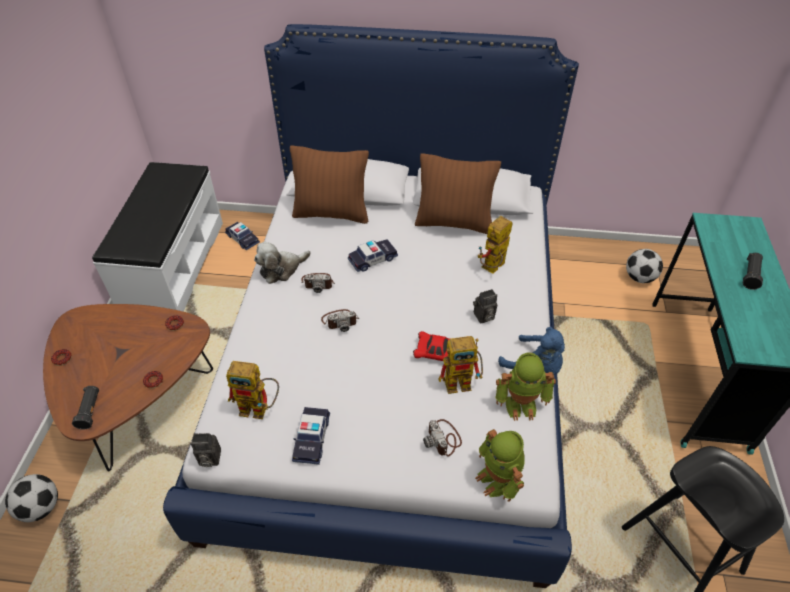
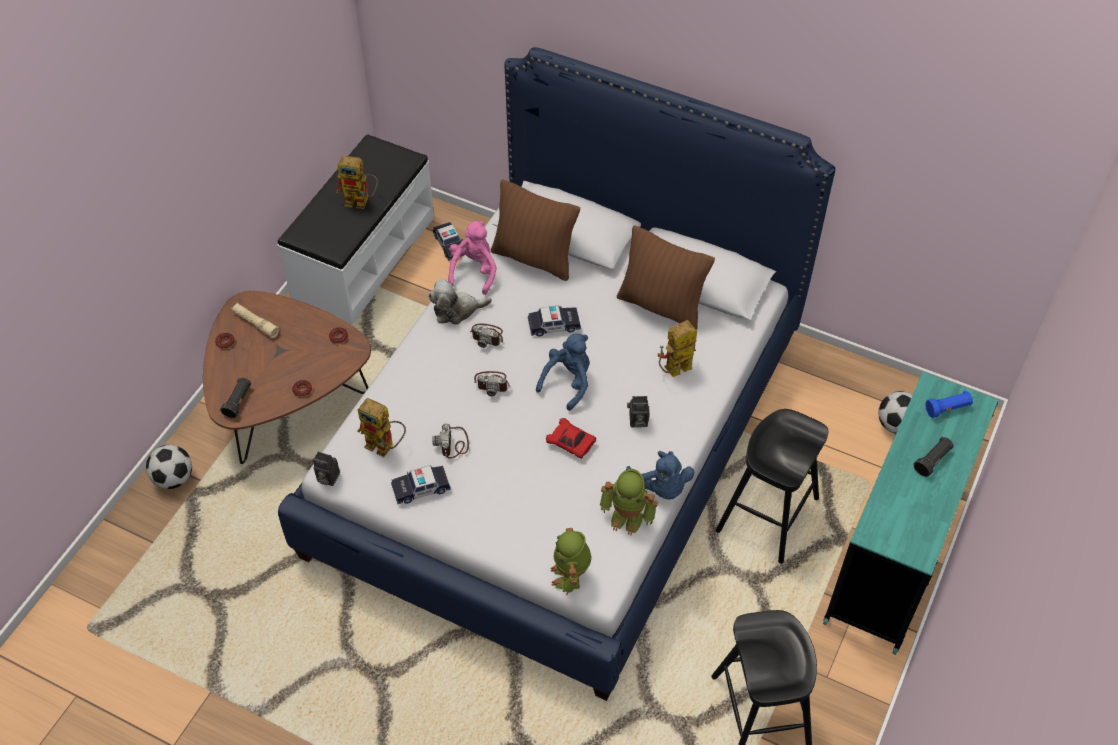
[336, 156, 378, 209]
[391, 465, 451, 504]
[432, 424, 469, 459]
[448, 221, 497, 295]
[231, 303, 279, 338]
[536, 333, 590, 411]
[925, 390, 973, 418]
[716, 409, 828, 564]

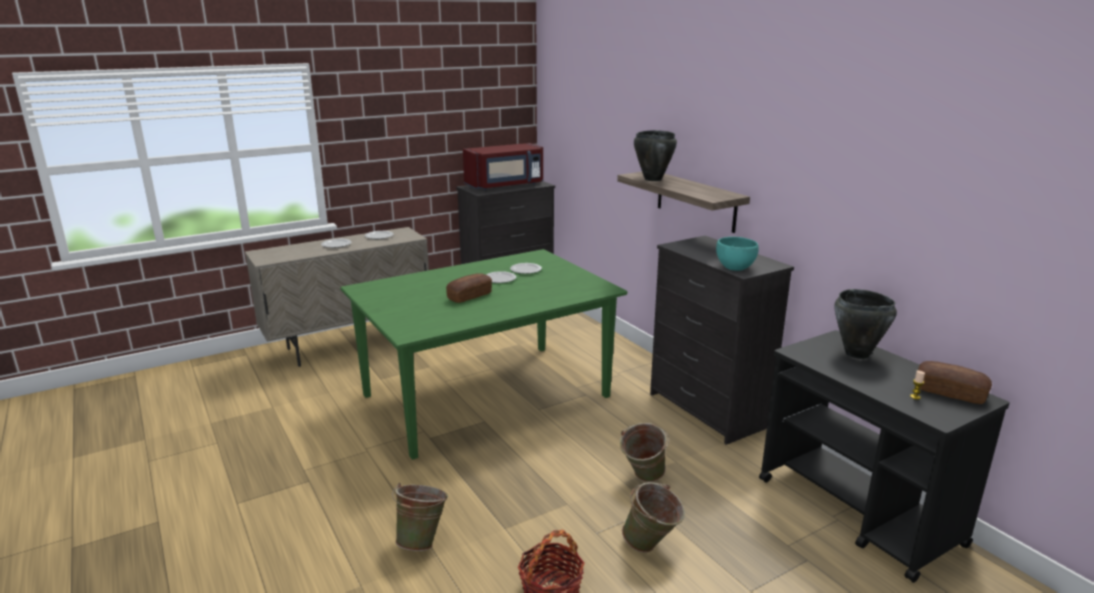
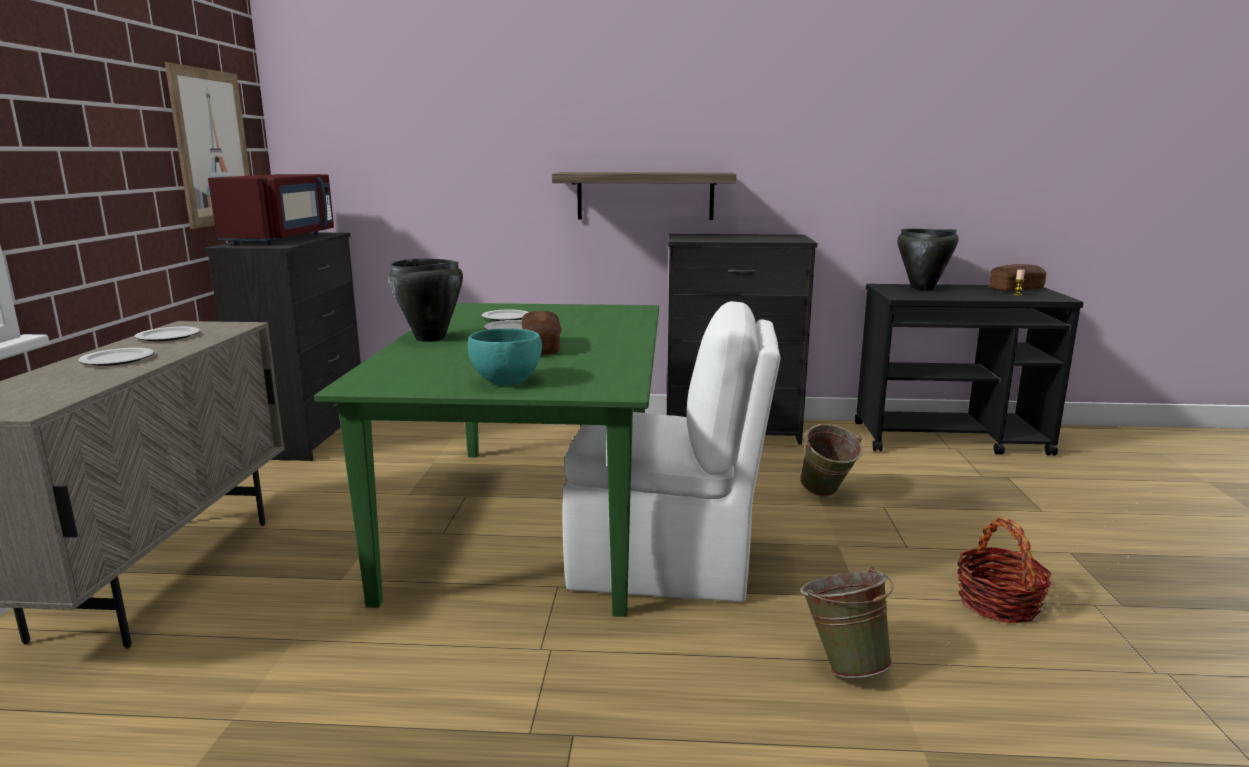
[388, 259, 463, 342]
[468, 329, 542, 385]
[622, 482, 685, 553] (first image)
[165, 62, 250, 229]
[563, 301, 781, 602]

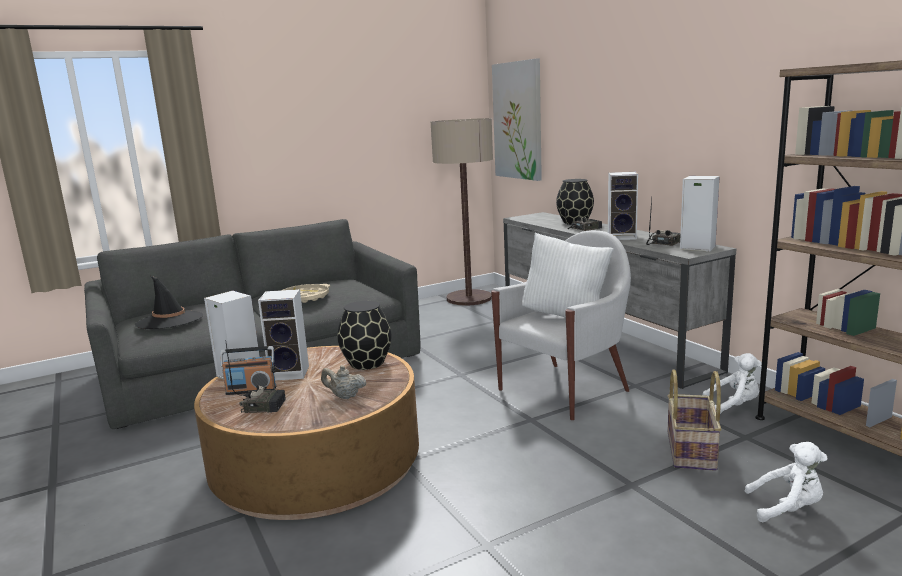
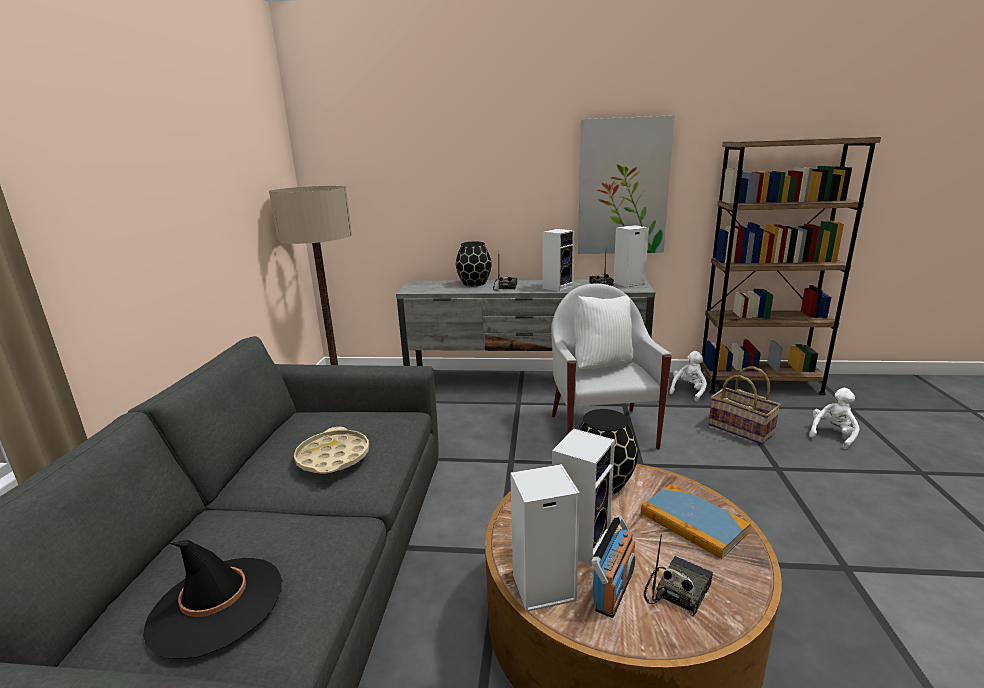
[578, 115, 675, 254]
[641, 484, 751, 559]

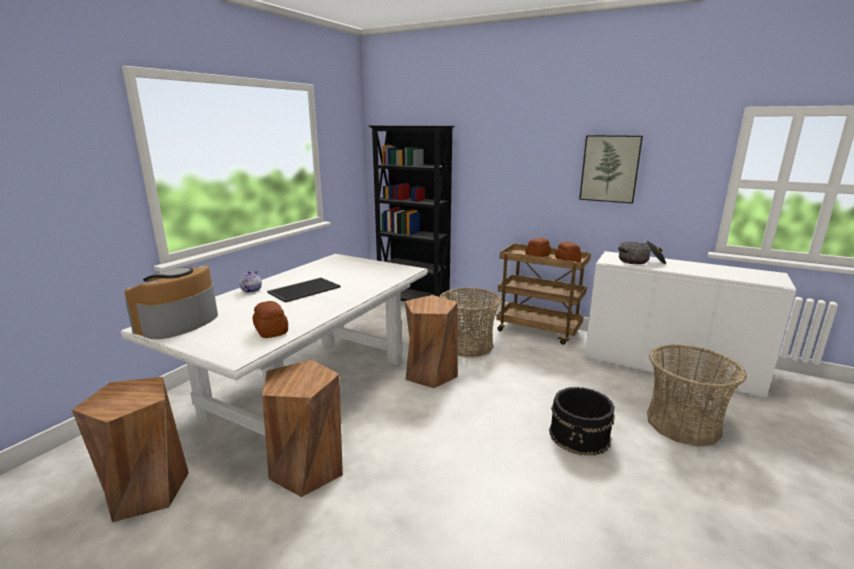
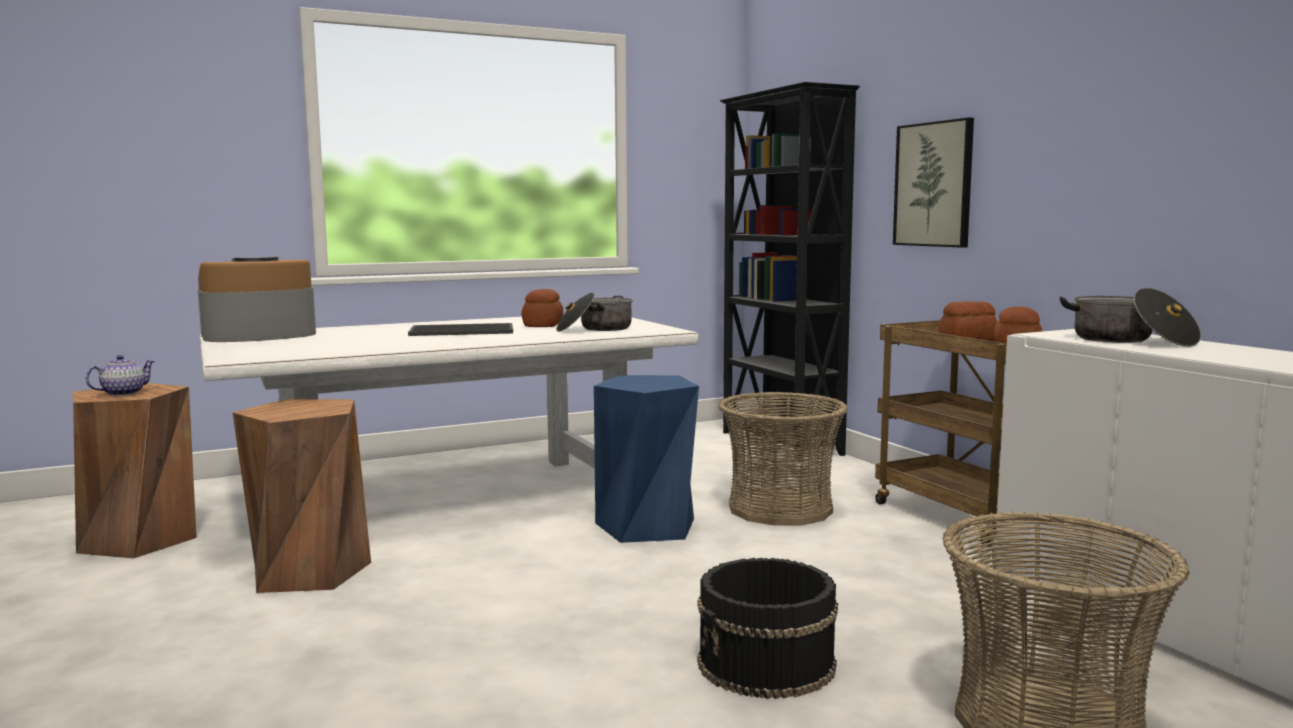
[893, 117, 974, 248]
[85, 355, 155, 396]
[594, 375, 699, 543]
[522, 289, 563, 327]
[556, 292, 633, 332]

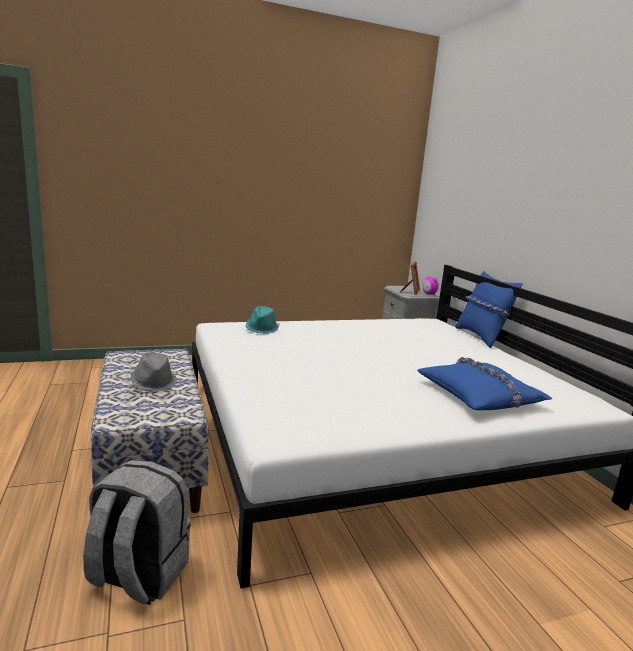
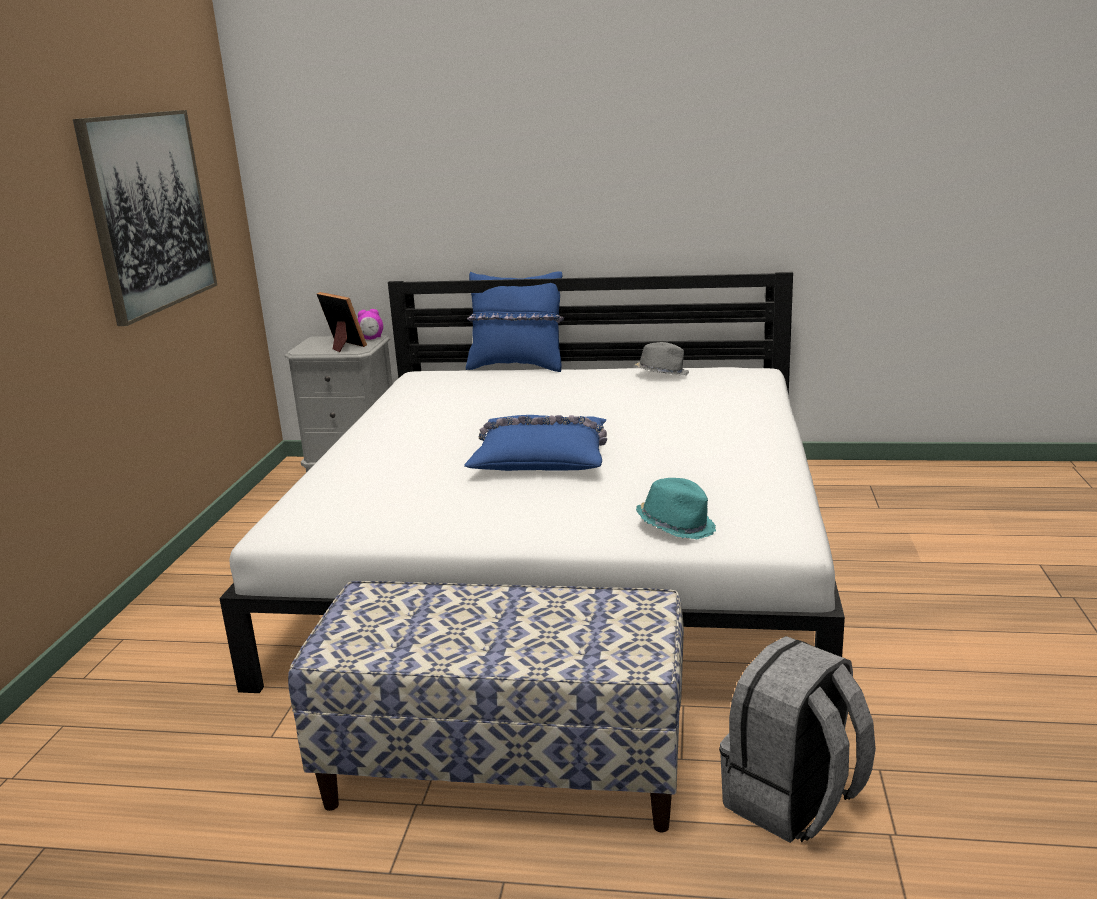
[636, 478, 716, 539]
[635, 342, 689, 376]
[464, 415, 607, 471]
[73, 110, 217, 326]

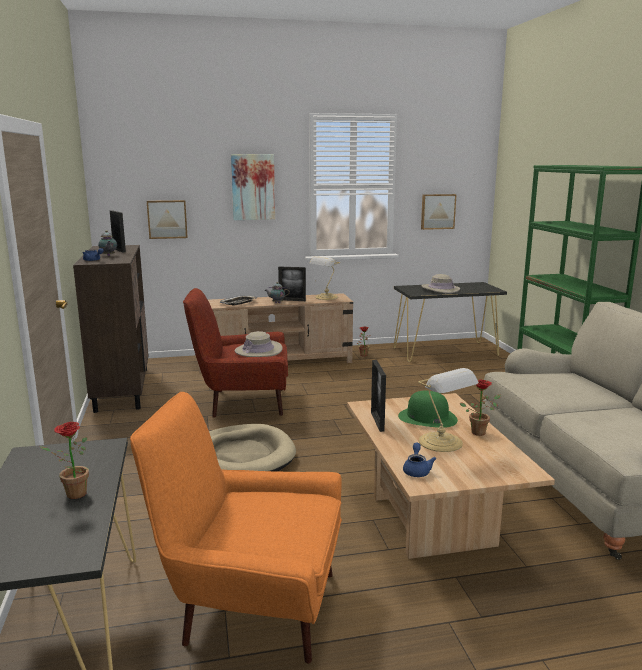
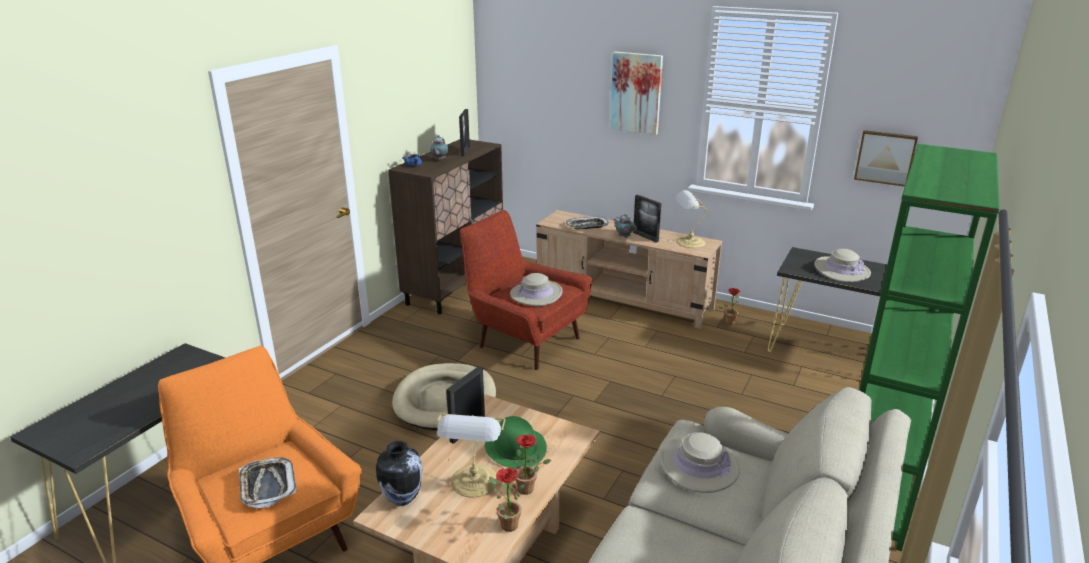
[147, 200, 188, 239] (first image)
[489, 468, 525, 532]
[376, 441, 423, 506]
[659, 432, 740, 493]
[239, 457, 296, 508]

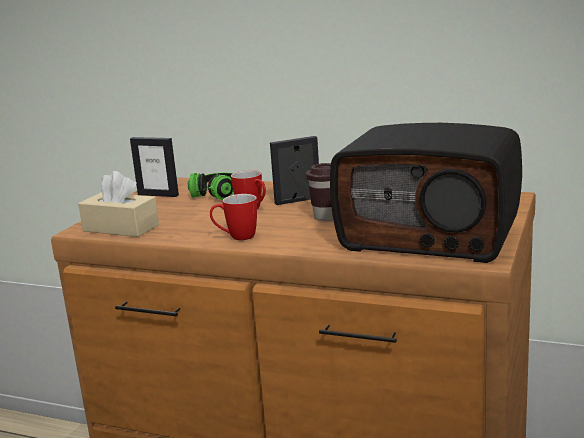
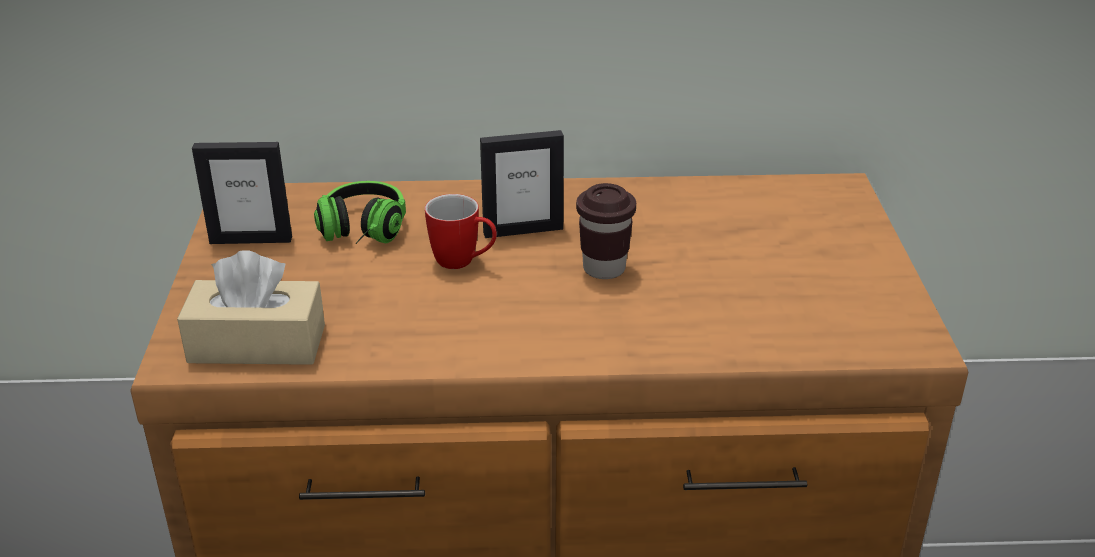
[330, 123, 522, 263] (first image)
[480, 130, 564, 238]
[210, 194, 257, 240] (first image)

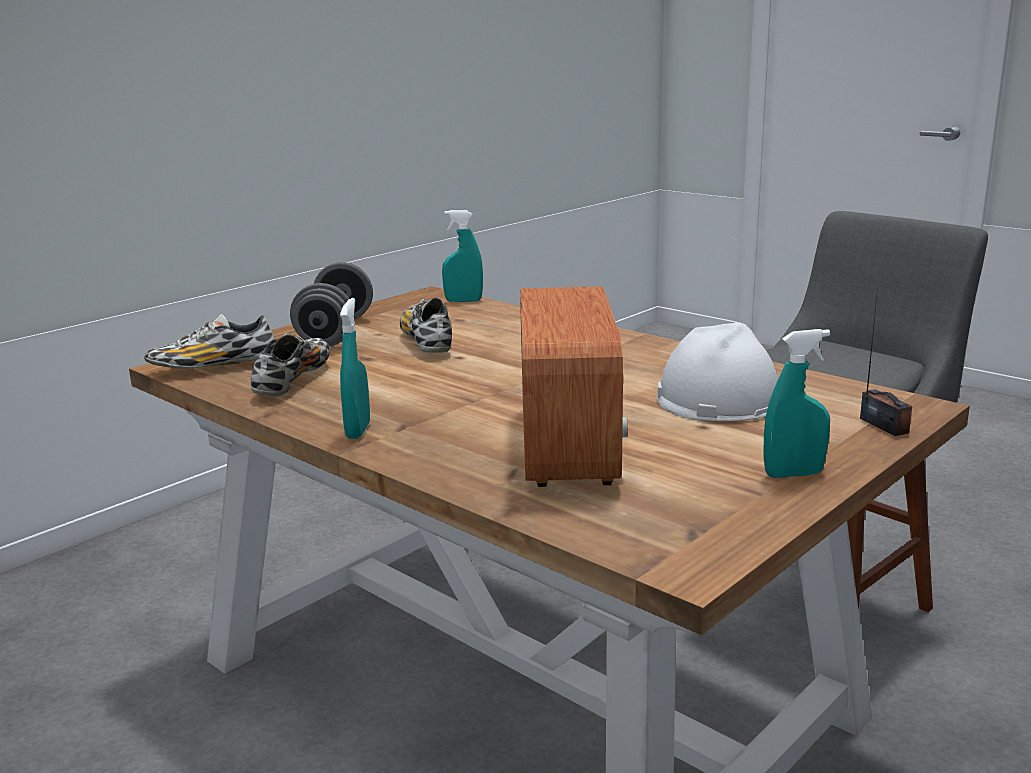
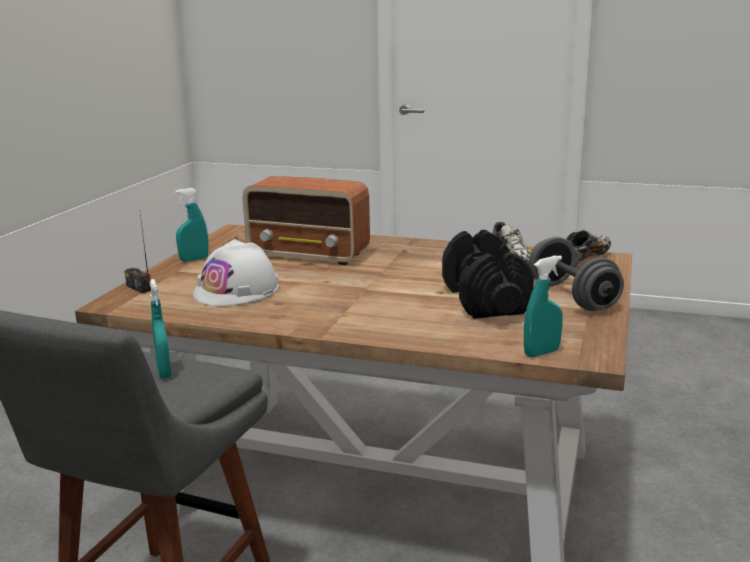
[243, 176, 370, 265]
[150, 279, 172, 379]
[442, 230, 534, 319]

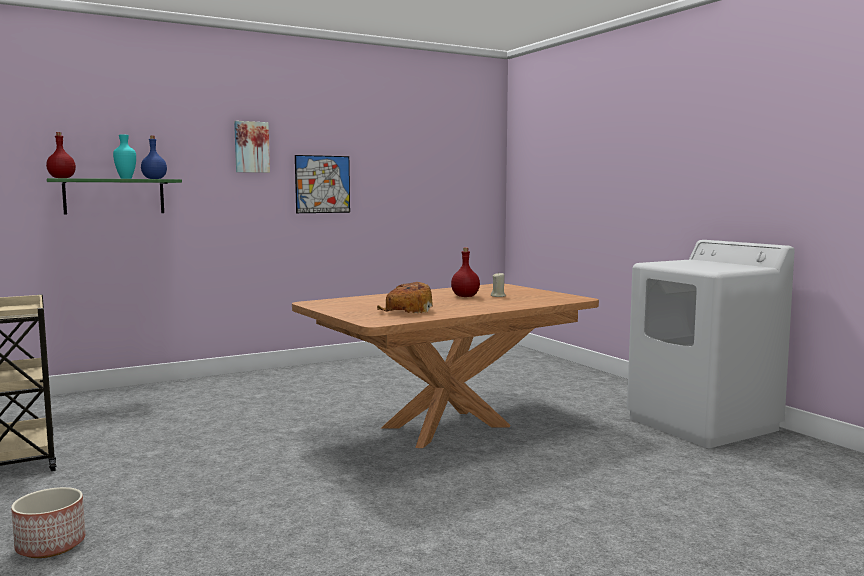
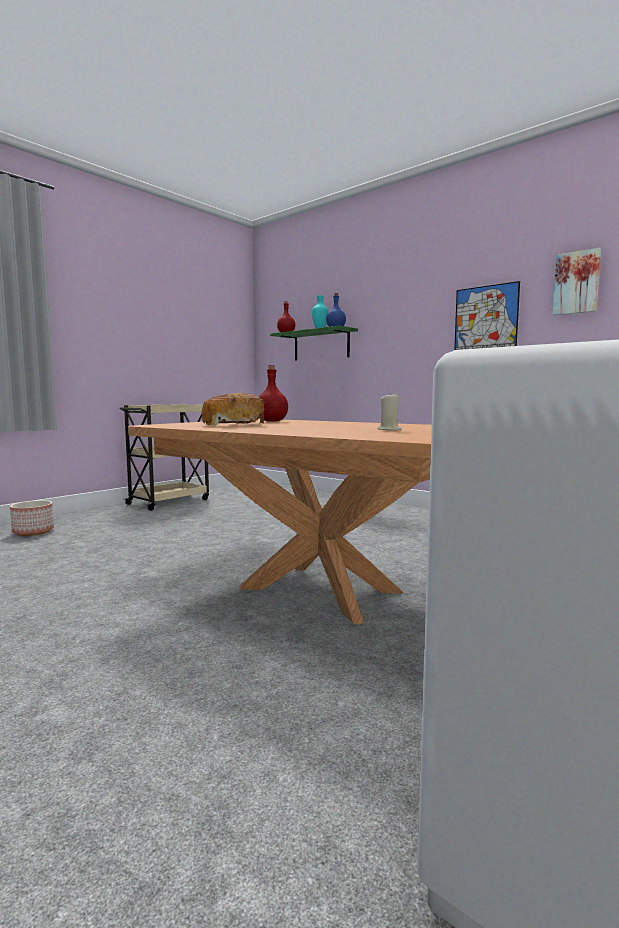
[553, 248, 601, 316]
[259, 365, 288, 422]

